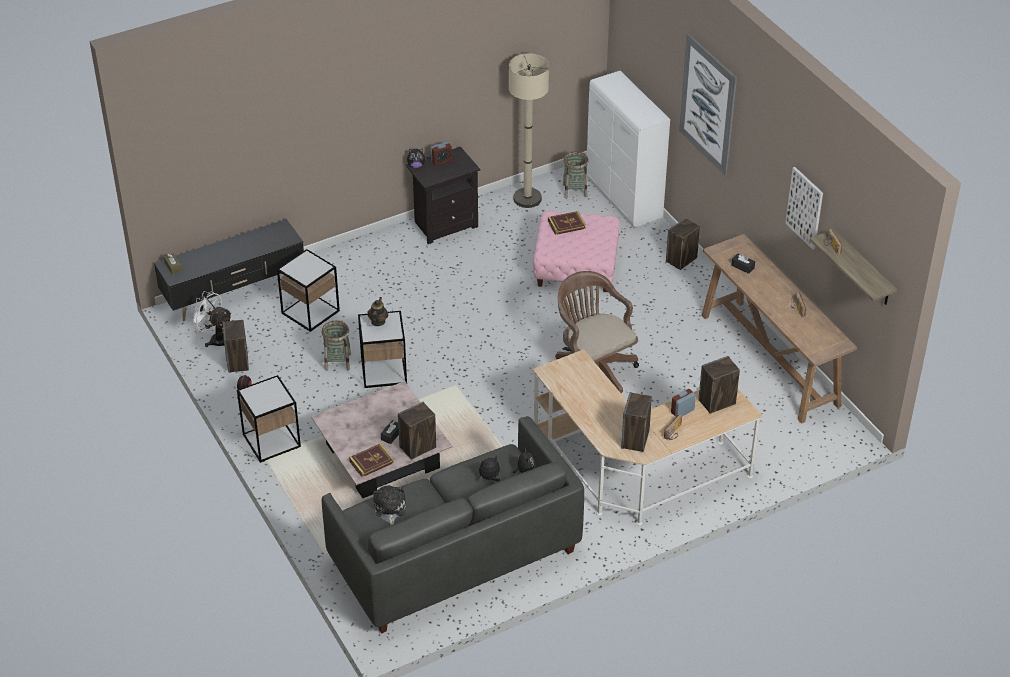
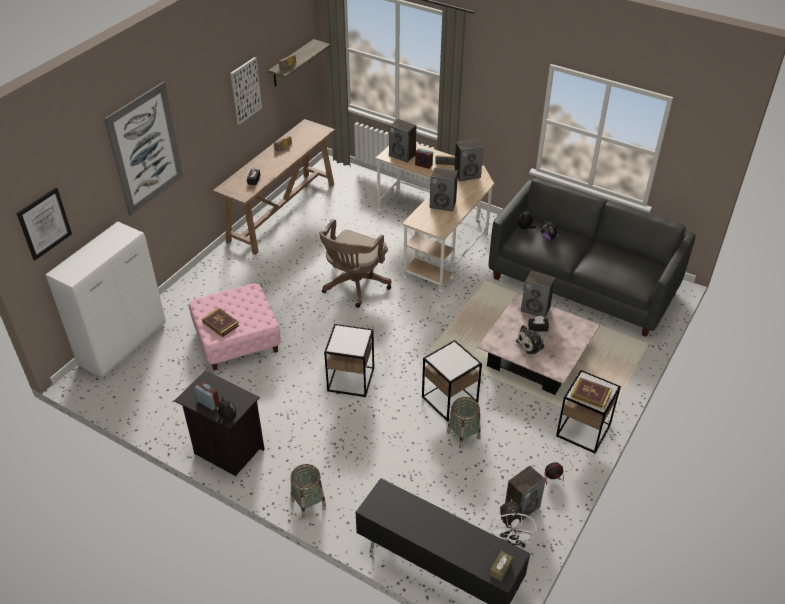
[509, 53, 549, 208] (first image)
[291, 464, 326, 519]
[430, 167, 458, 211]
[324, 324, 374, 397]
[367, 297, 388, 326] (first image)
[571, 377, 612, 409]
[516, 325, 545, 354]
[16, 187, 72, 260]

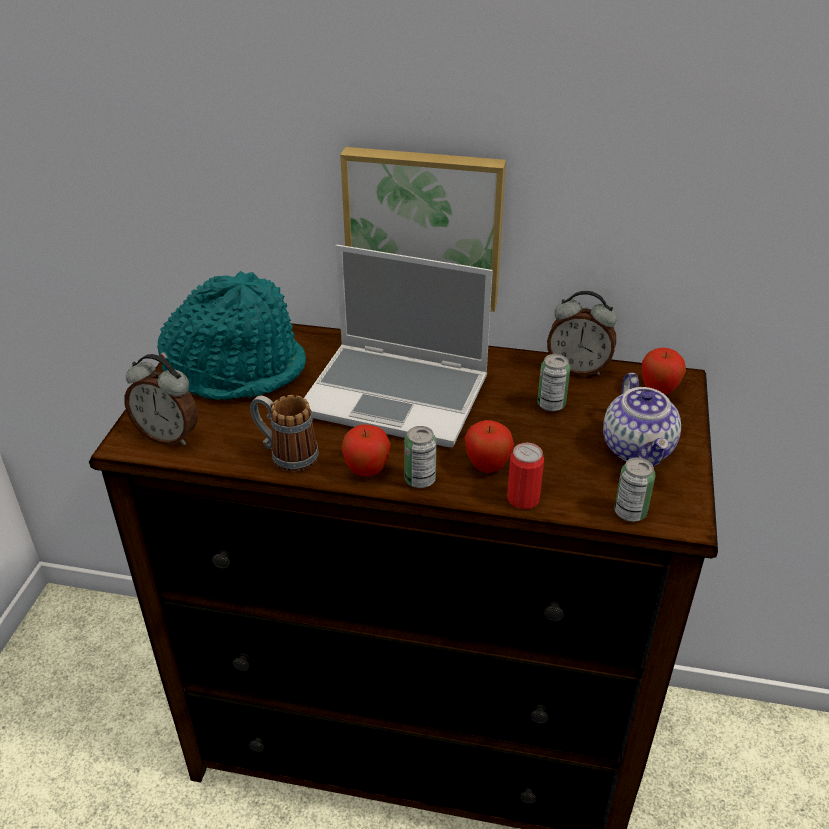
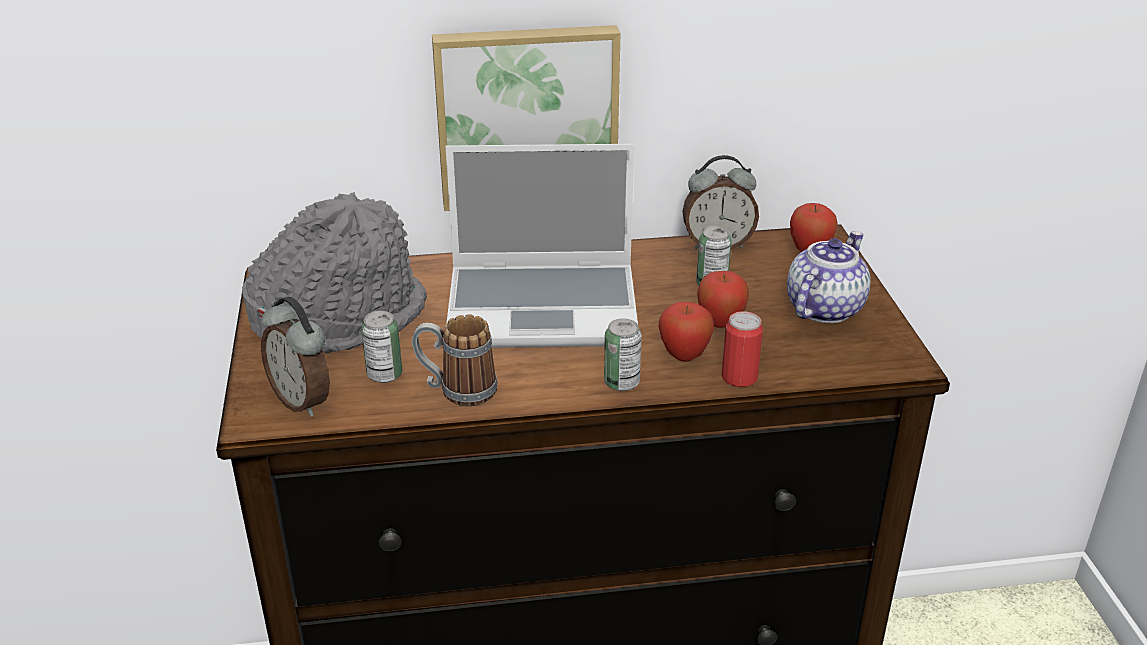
[242, 192, 427, 353]
[261, 296, 330, 417]
[787, 231, 871, 323]
[697, 271, 749, 328]
[361, 311, 402, 383]

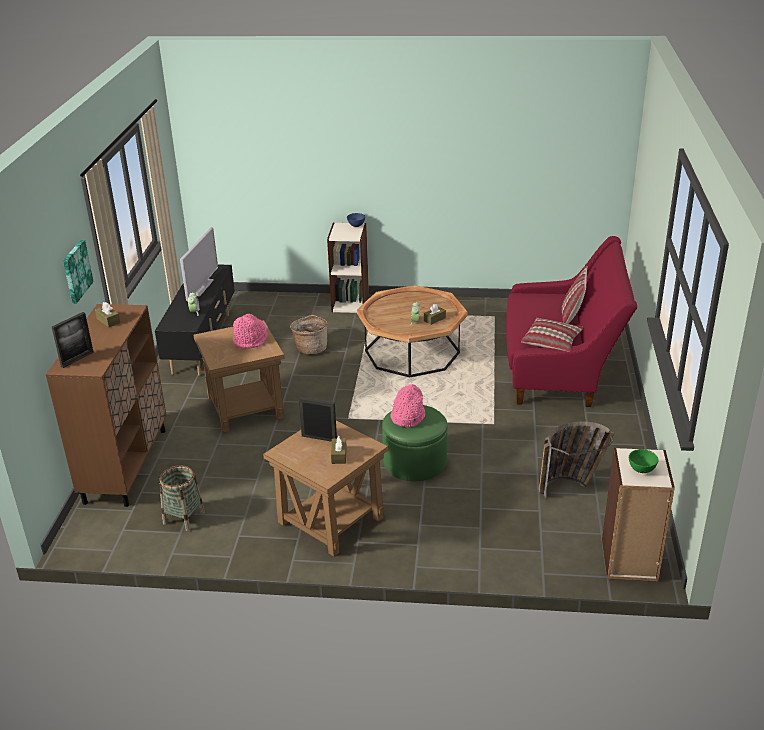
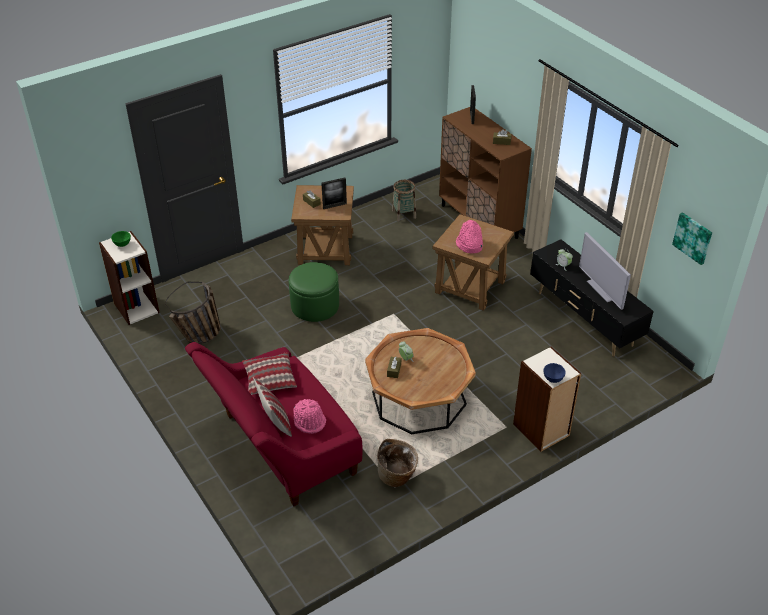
[672, 212, 712, 265]
[377, 439, 418, 487]
[294, 399, 326, 434]

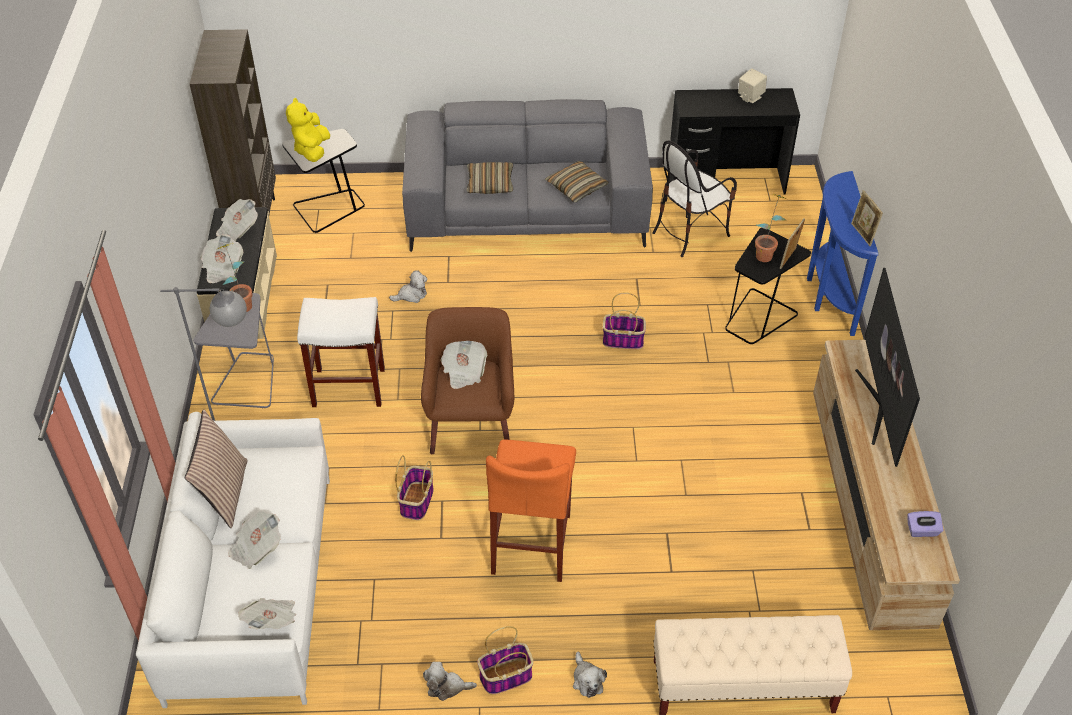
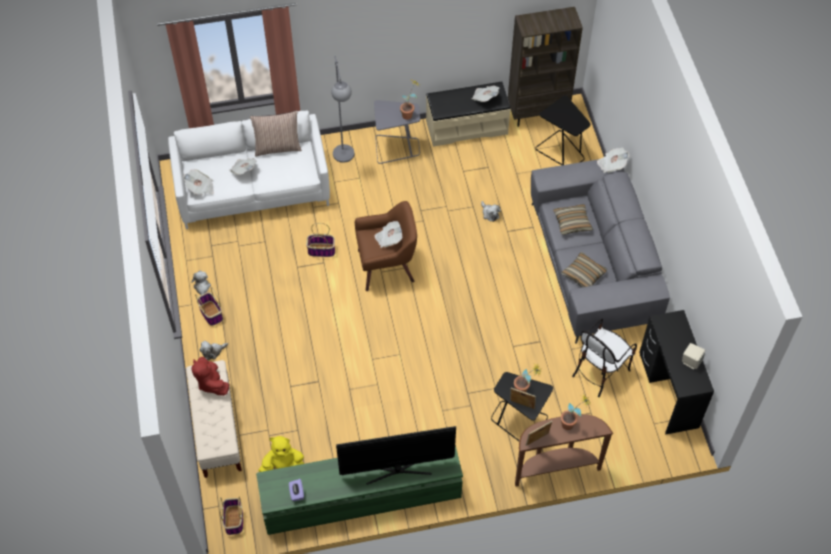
[259, 436, 304, 472]
[572, 318, 637, 397]
[515, 414, 613, 487]
[597, 148, 630, 173]
[220, 497, 243, 535]
[297, 297, 385, 407] (first image)
[256, 445, 463, 535]
[486, 440, 576, 582] (first image)
[191, 357, 229, 396]
[561, 393, 591, 430]

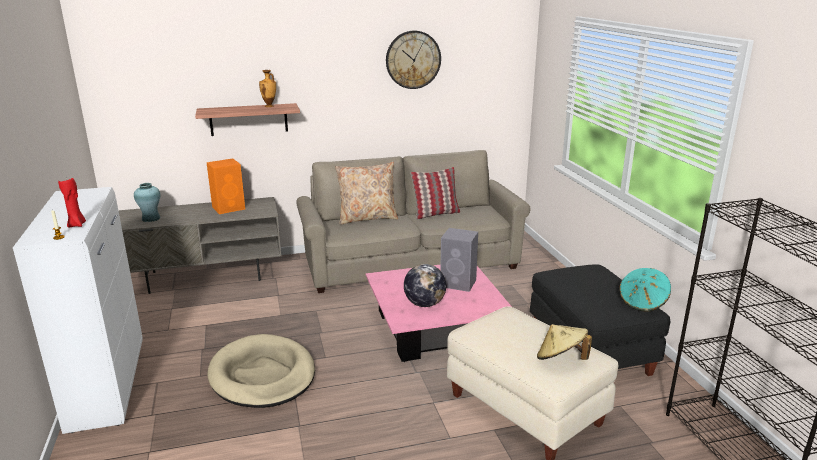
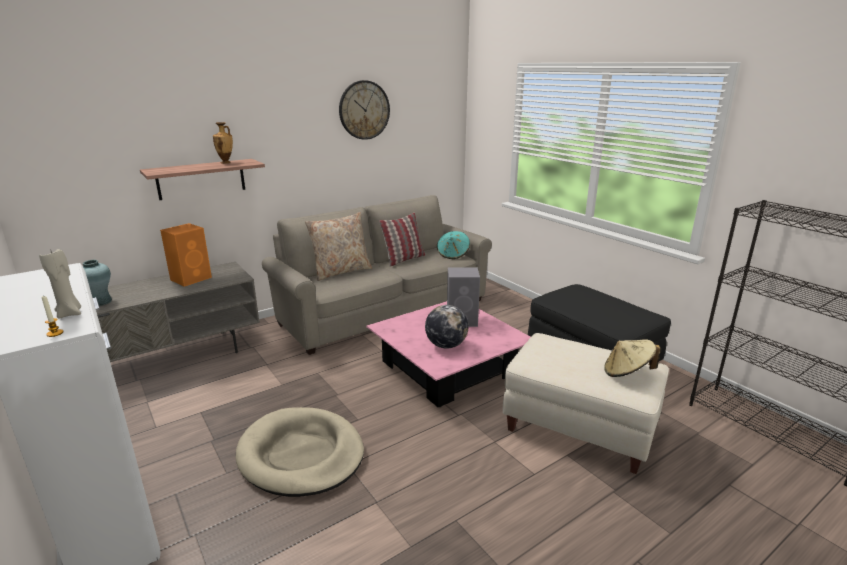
[39, 249, 81, 319]
[437, 231, 470, 259]

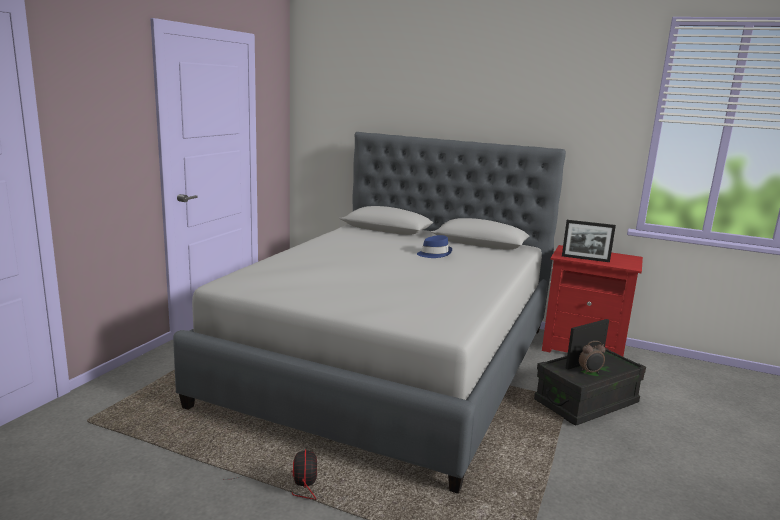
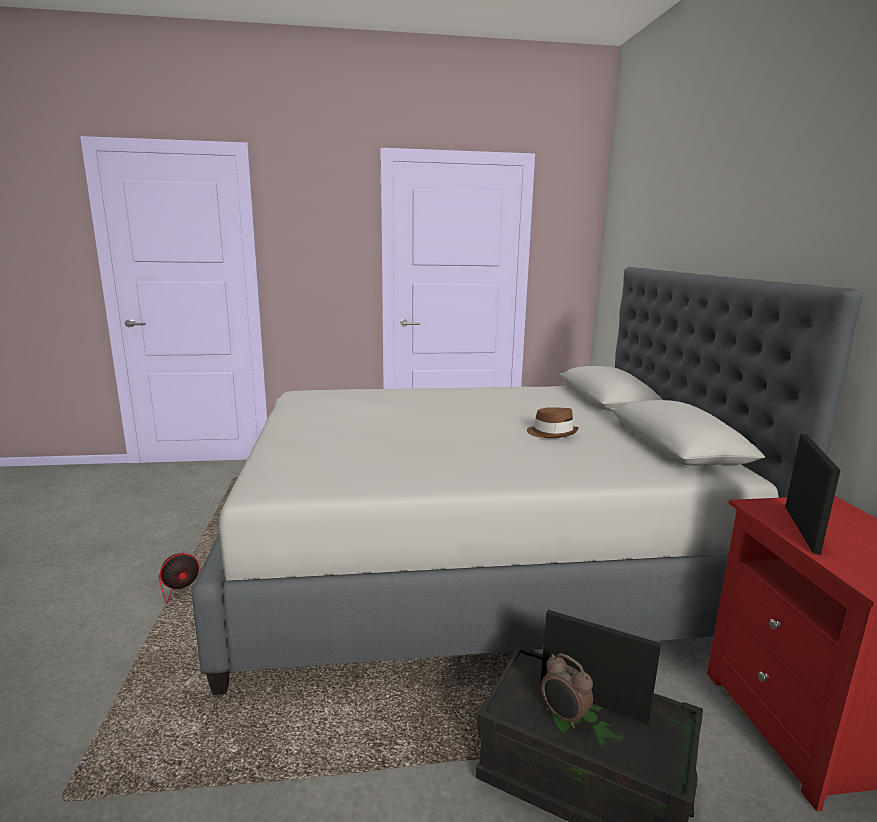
[785, 434, 840, 555]
[527, 407, 579, 438]

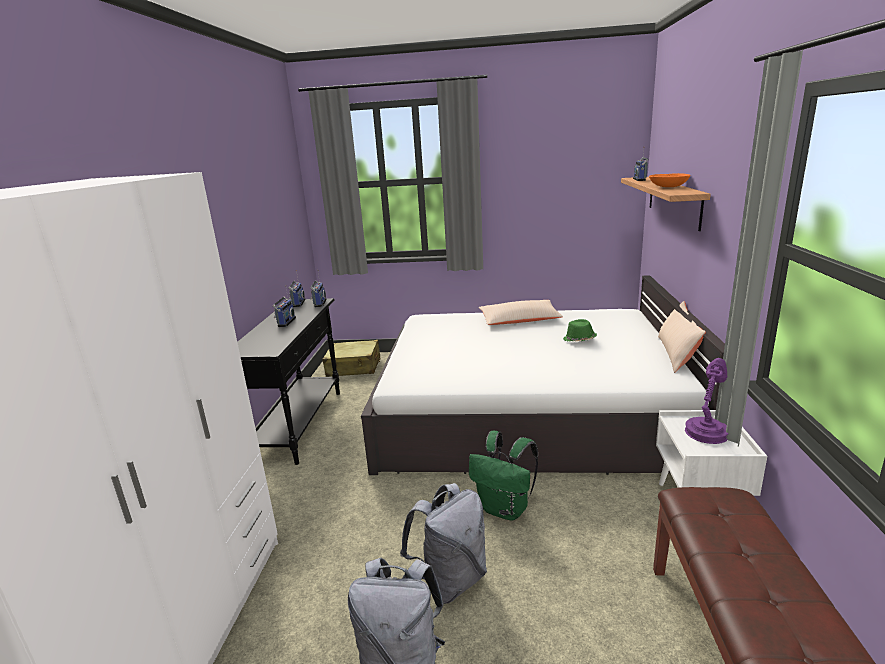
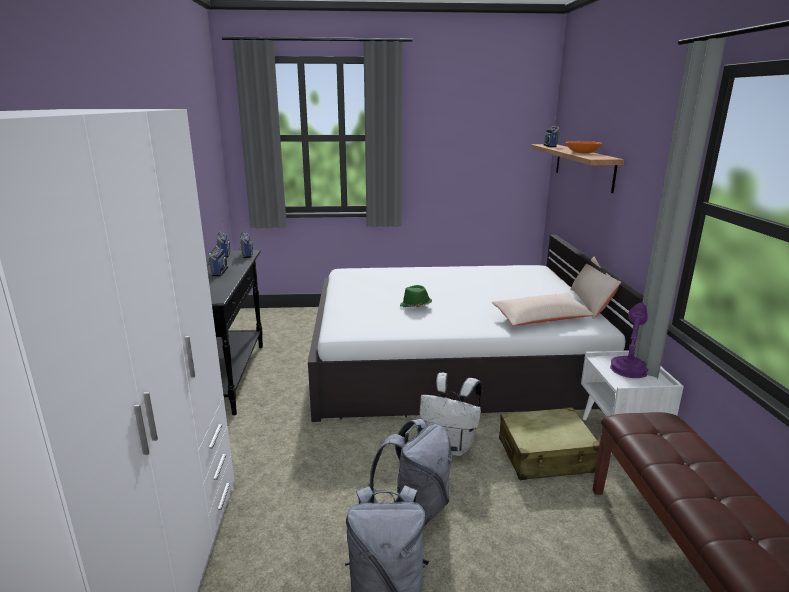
[491, 293, 594, 326]
[400, 285, 432, 308]
[499, 407, 600, 480]
[420, 373, 482, 456]

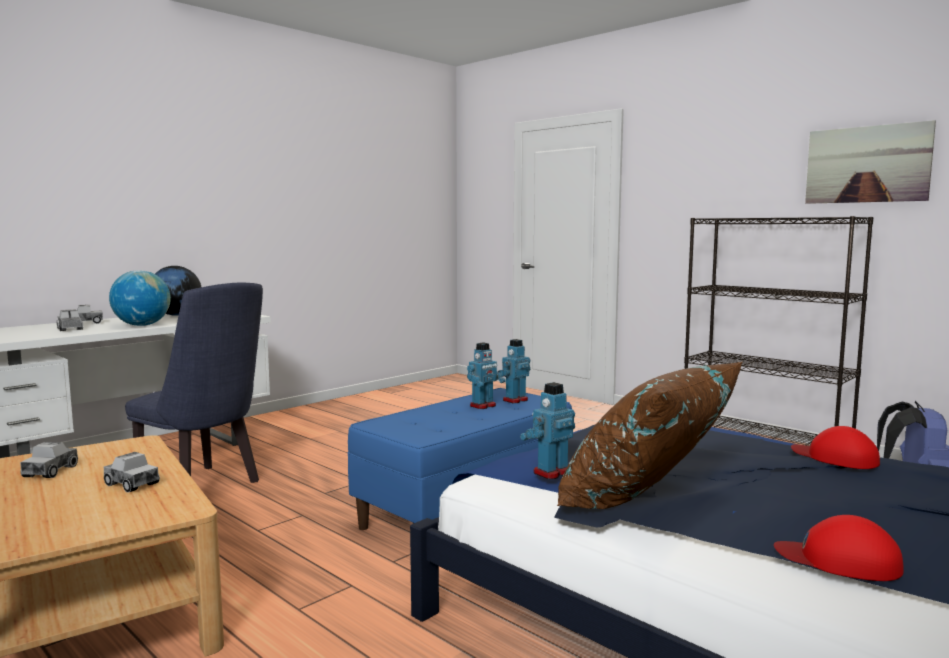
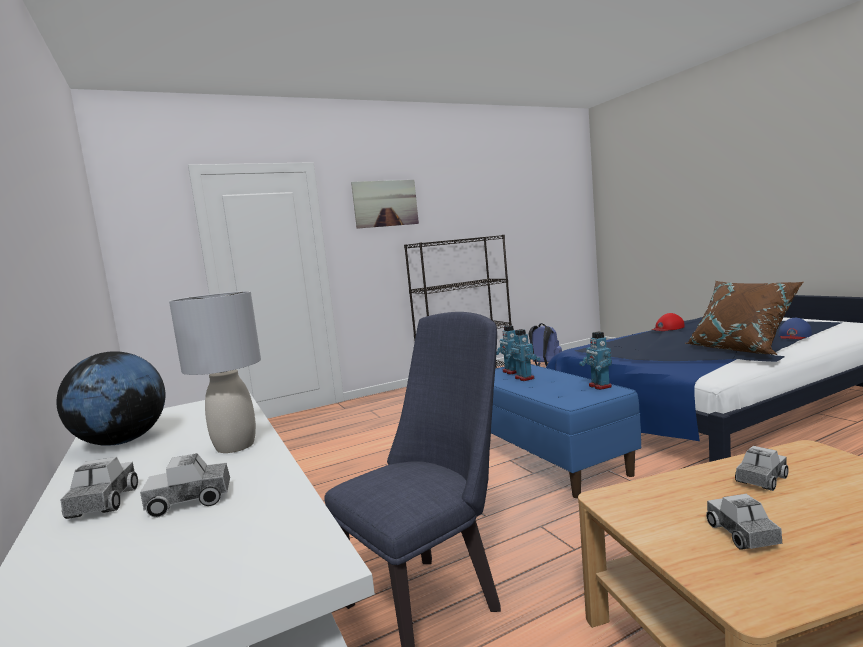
[351, 180, 419, 229]
[169, 291, 261, 453]
[579, 331, 612, 390]
[706, 494, 782, 550]
[779, 318, 812, 339]

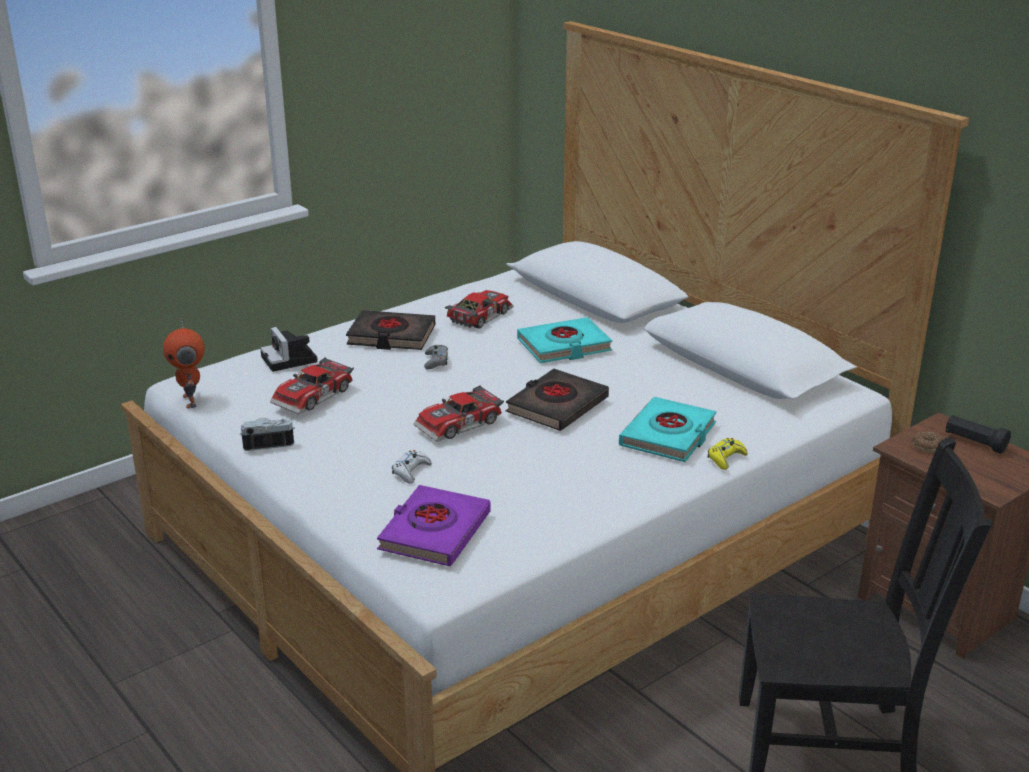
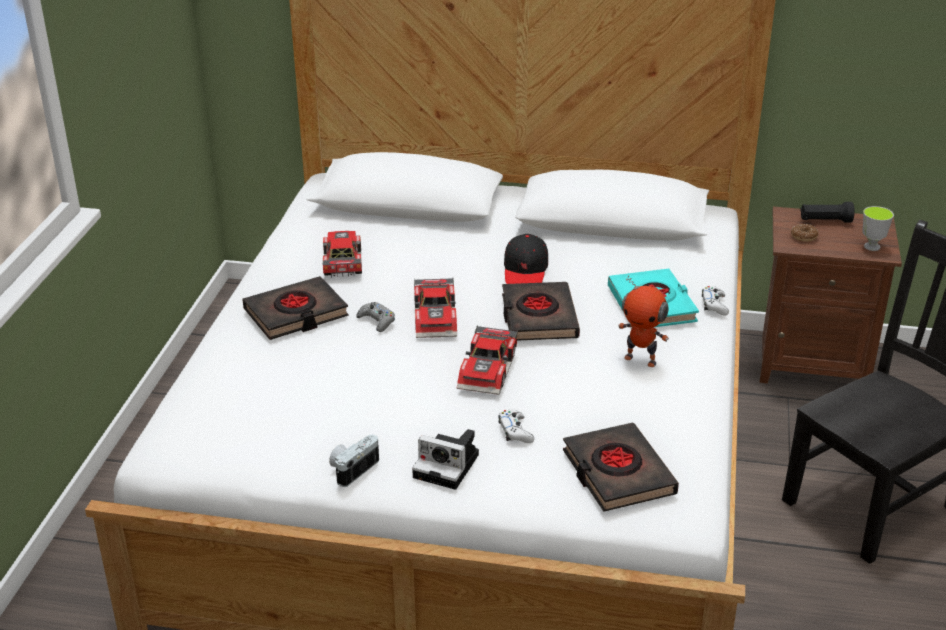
[618, 275, 669, 367]
[517, 317, 612, 363] (first image)
[412, 429, 479, 490]
[414, 278, 457, 338]
[702, 286, 729, 315]
[563, 423, 679, 512]
[862, 206, 894, 251]
[504, 234, 548, 284]

